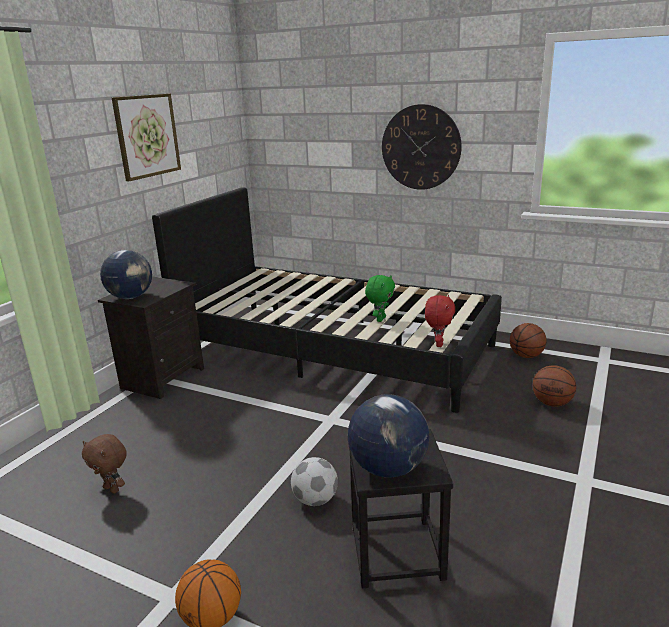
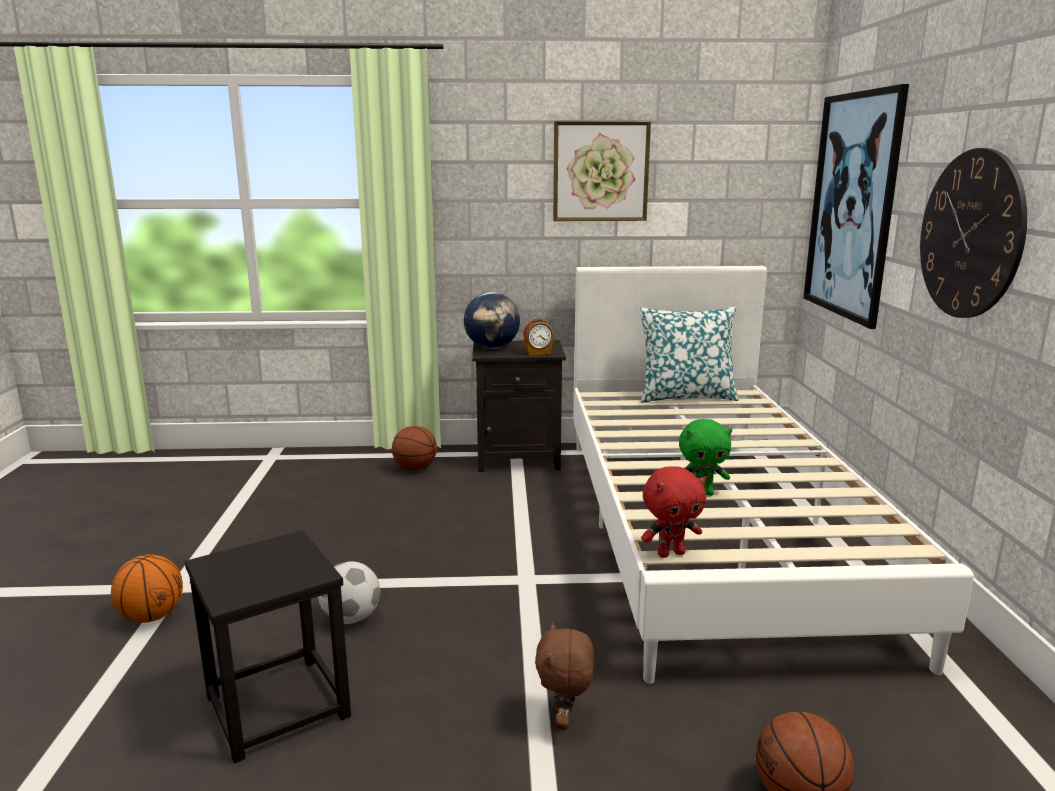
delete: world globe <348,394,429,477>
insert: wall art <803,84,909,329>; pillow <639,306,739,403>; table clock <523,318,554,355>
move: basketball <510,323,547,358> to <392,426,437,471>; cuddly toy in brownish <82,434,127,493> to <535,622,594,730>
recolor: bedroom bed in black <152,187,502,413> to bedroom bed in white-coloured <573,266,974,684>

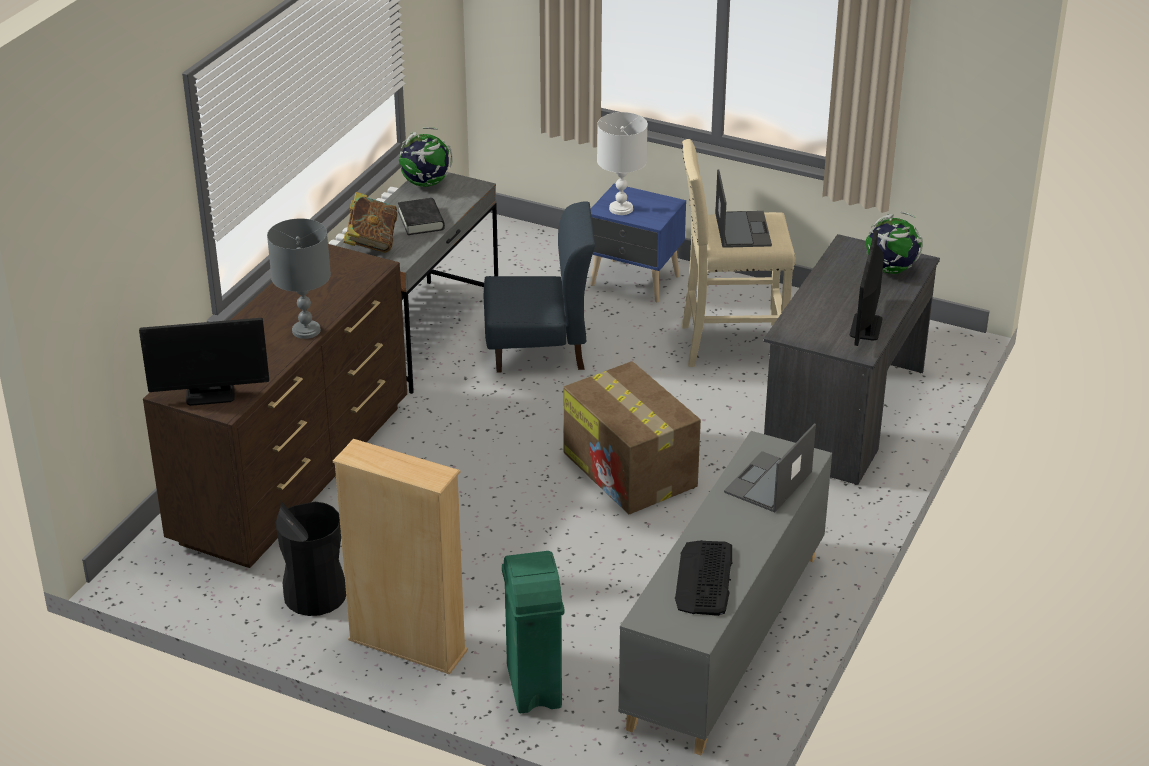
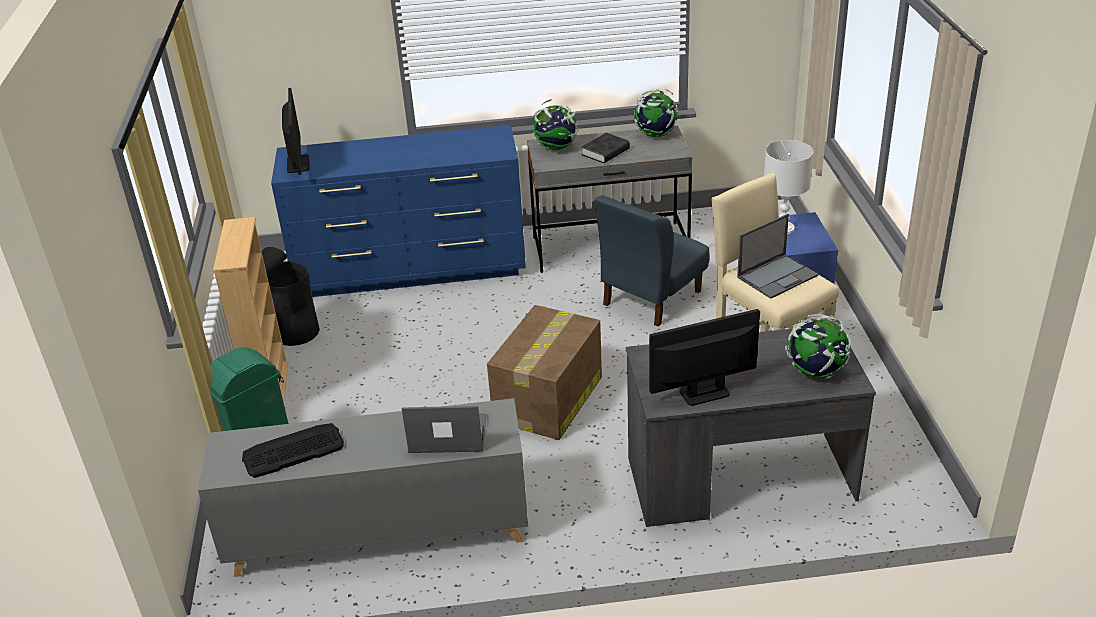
delete: lamp for a table in grey <267,218,331,339>
replace: bound book <343,192,397,253> to world globe <532,99,579,150>
recolor: drawer chest in brownish <143,244,407,568> to drawer chest in blue-coloured <271,125,526,297>
rotate: upright chair in blue-coloured <484,202,595,373> = <594,195,709,327> 75 degrees clockwise; monitor <139,318,269,406> = <282,88,310,175> 150 degrees counterclockwise

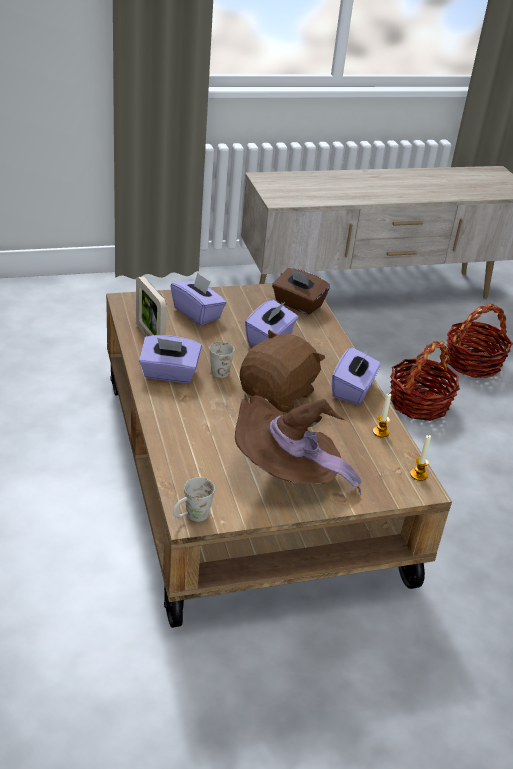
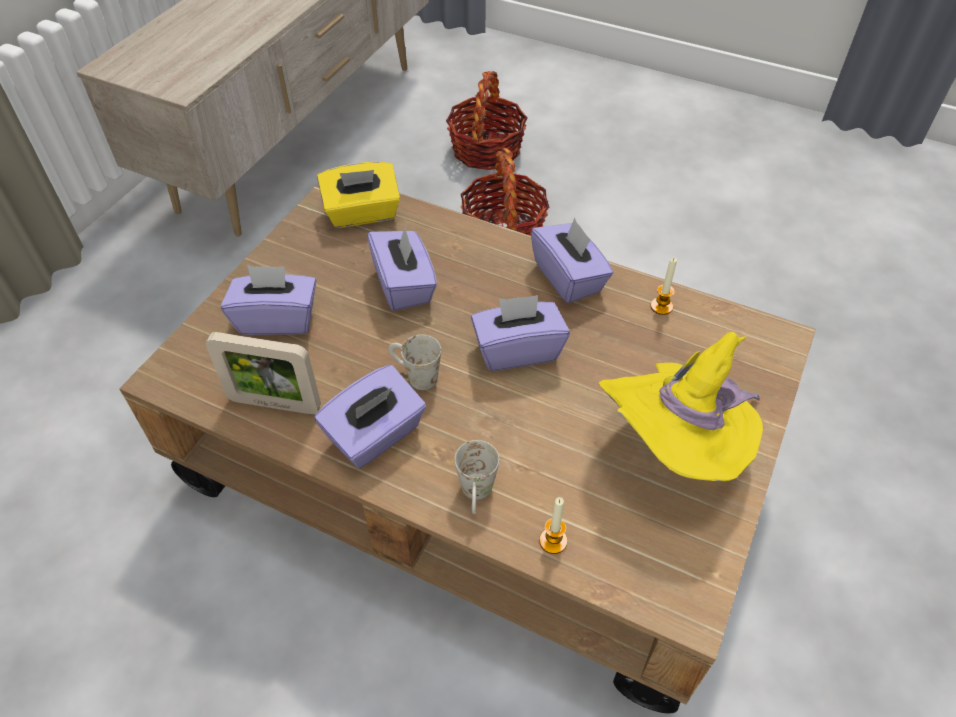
move: wax candle <410,435,431,481> to <539,497,568,554>; coffee mug in white-coloured <173,477,215,522> to <454,440,499,514>
replace: cuddly toy in brownish <240,330,325,413> to tissue box in purplish <471,295,570,371>
recolor: tissue box in brownish <272,268,330,315> to tissue box in yellow-coloured <317,162,400,228>; hat in brownish <235,395,362,495> to hat in yellow-coloured <599,332,763,481>

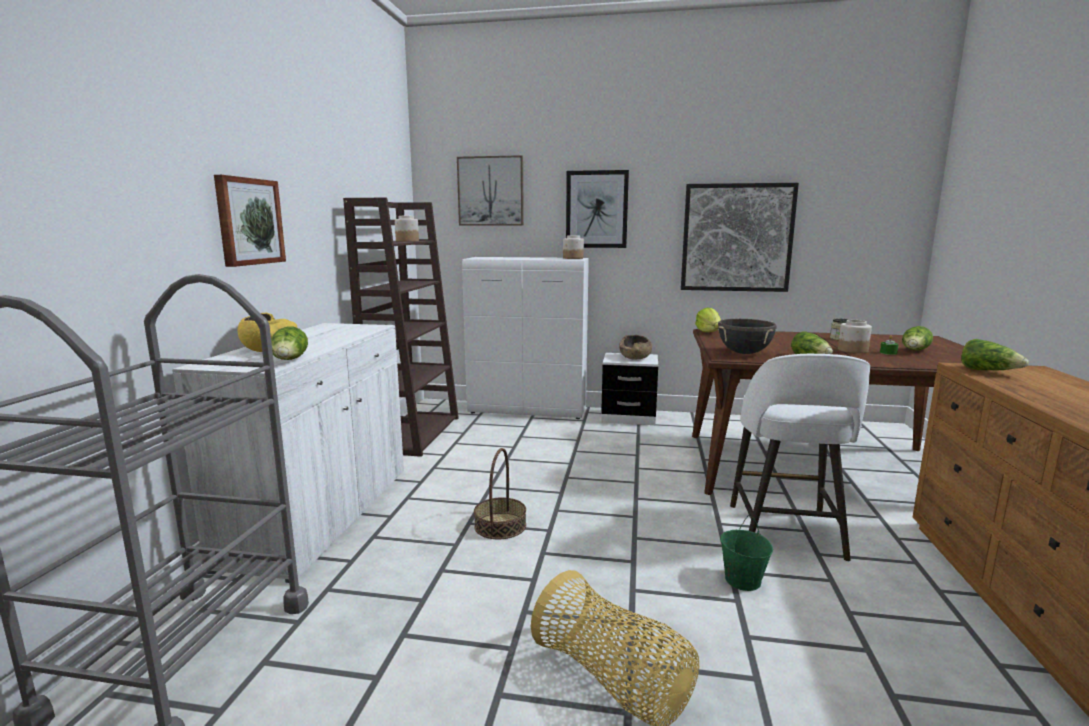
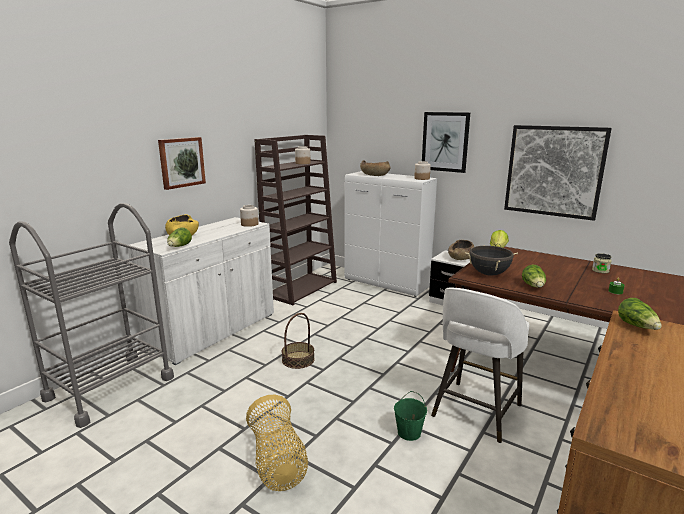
delete: wall art <457,155,524,225>; lettuce head <902,326,933,351>
insert: bowl in brownish <360,160,391,176>
move: preserve jar <838,320,872,353> to <240,205,258,227>

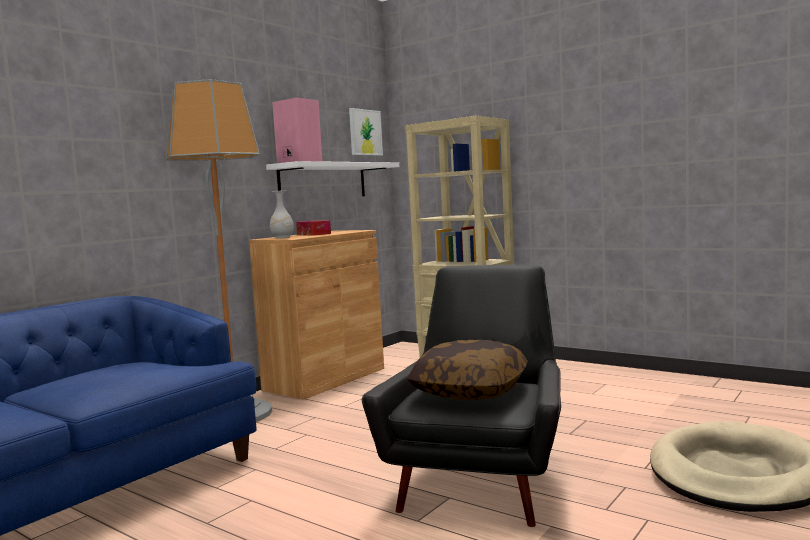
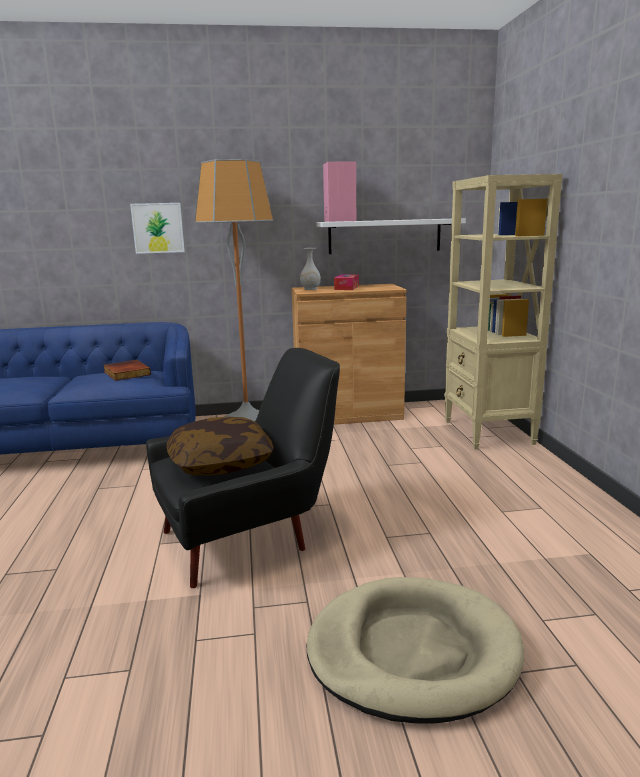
insert: bound book <104,360,151,381>
move: wall art <349,108,383,156> to <130,203,185,254>

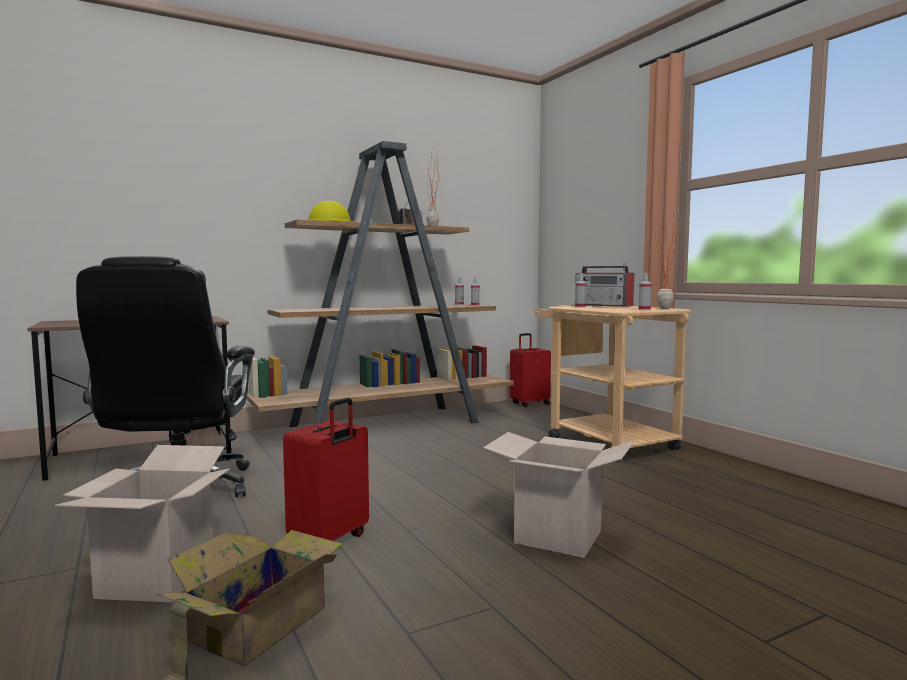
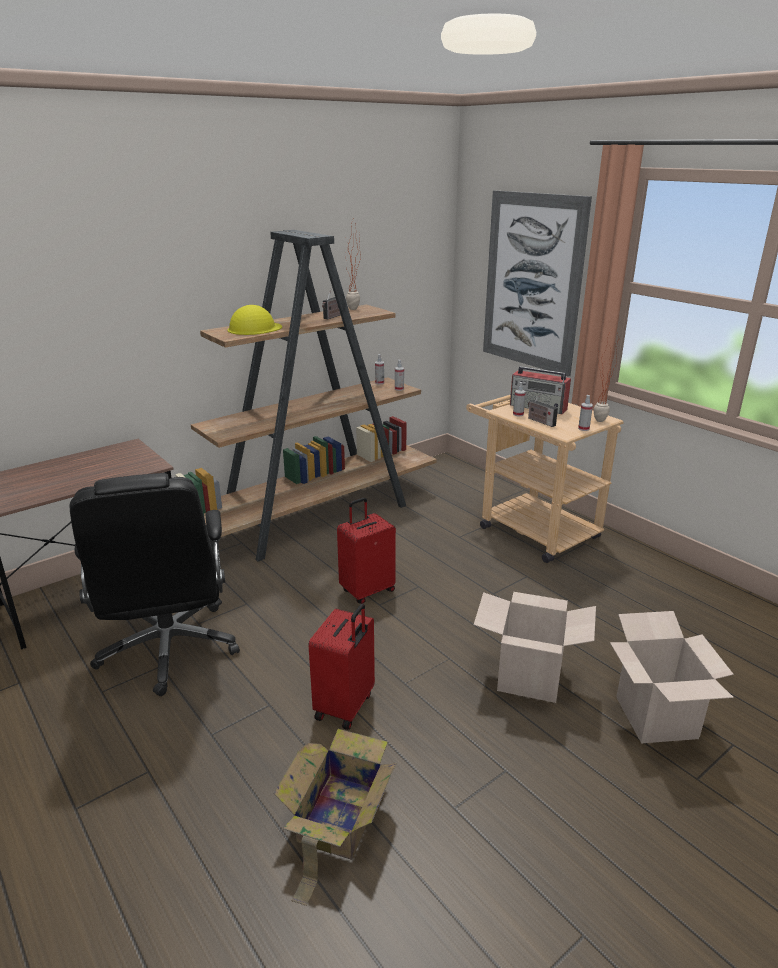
insert: wall art <483,190,592,377>; radio set <528,393,558,427>
move: piece of luggage in red-coloured <510,333,551,407> to <337,498,396,604>; packing box <55,445,230,602> to <610,611,734,743>

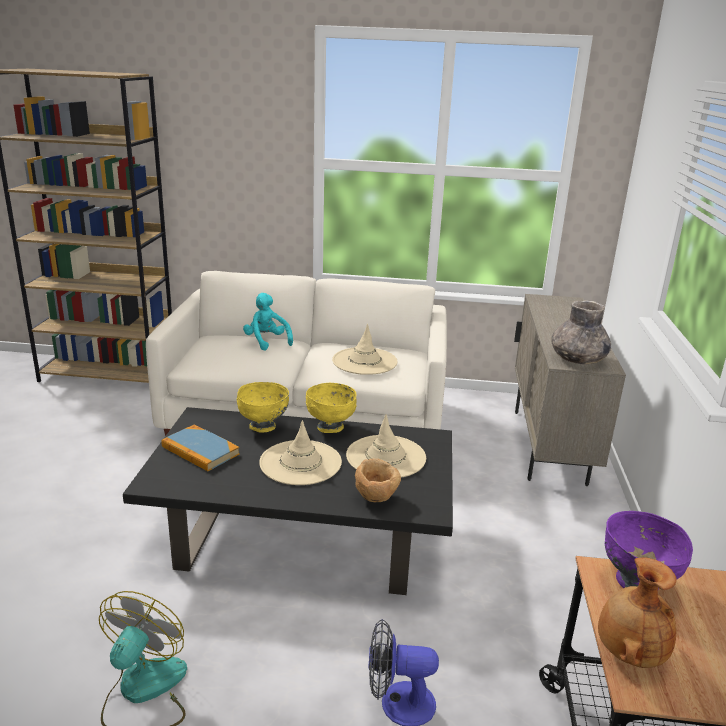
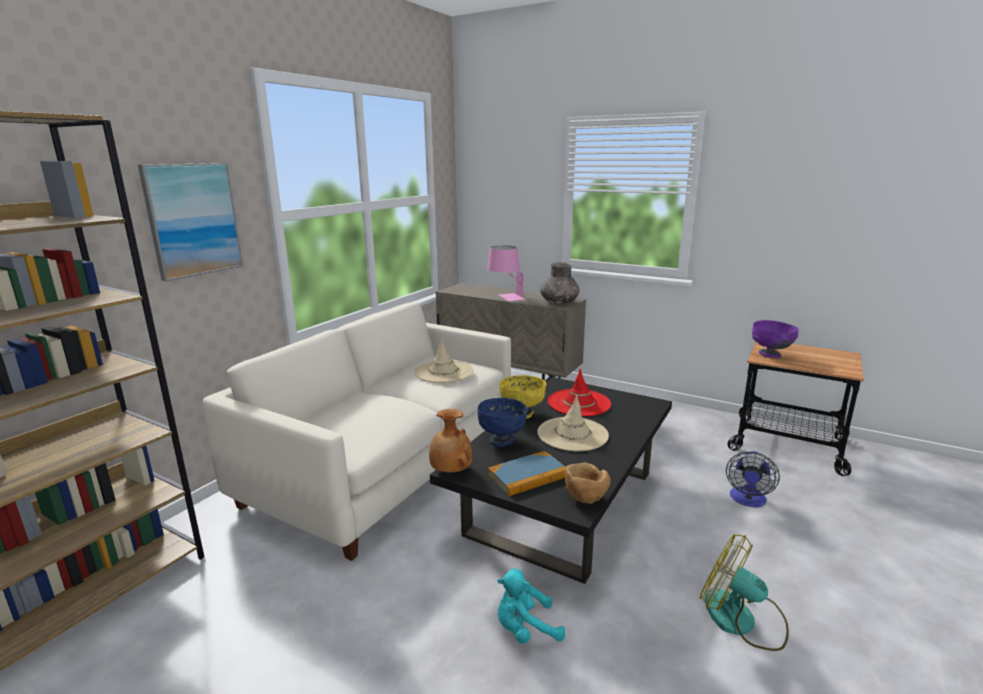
insert: wall art <138,163,243,281>; lamp for a table in pink-coloured <487,245,525,301>
move: cuddly toy in turquoise <243,293,293,351> to <497,568,565,644>; bowl in brownish <355,458,401,502> to <564,462,611,504>; decorative vase in brownish <598,558,677,668> to <429,409,473,473>
recolor: bowl in yellow-coloured <237,382,289,433> to bowl in blue-coloured <478,398,527,447>; hat in beige <346,414,426,478> to hat in red-coloured <548,368,611,416>

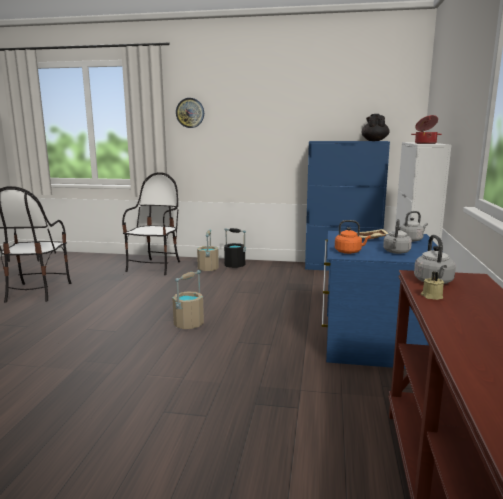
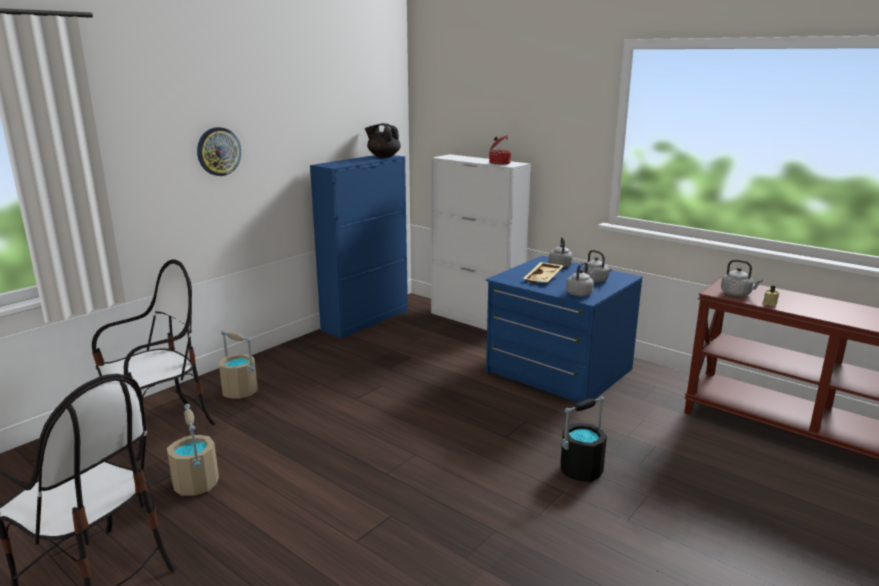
move: clock on the wall <176,98,204,128> to <197,127,241,176>; water bucket in black <224,228,246,268> to <560,396,607,482>; water bucket in beige <172,270,204,329> to <167,404,219,496>
recolor: water kettle in orange-coloured <335,220,371,254> to water kettle in grey <566,262,594,296>
rotate: upright chair <122,172,180,275> = <92,259,216,461> 90 degrees clockwise

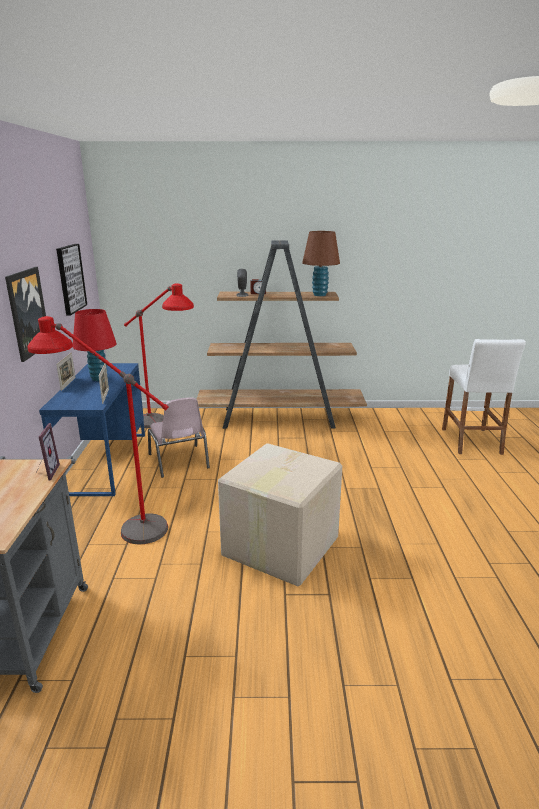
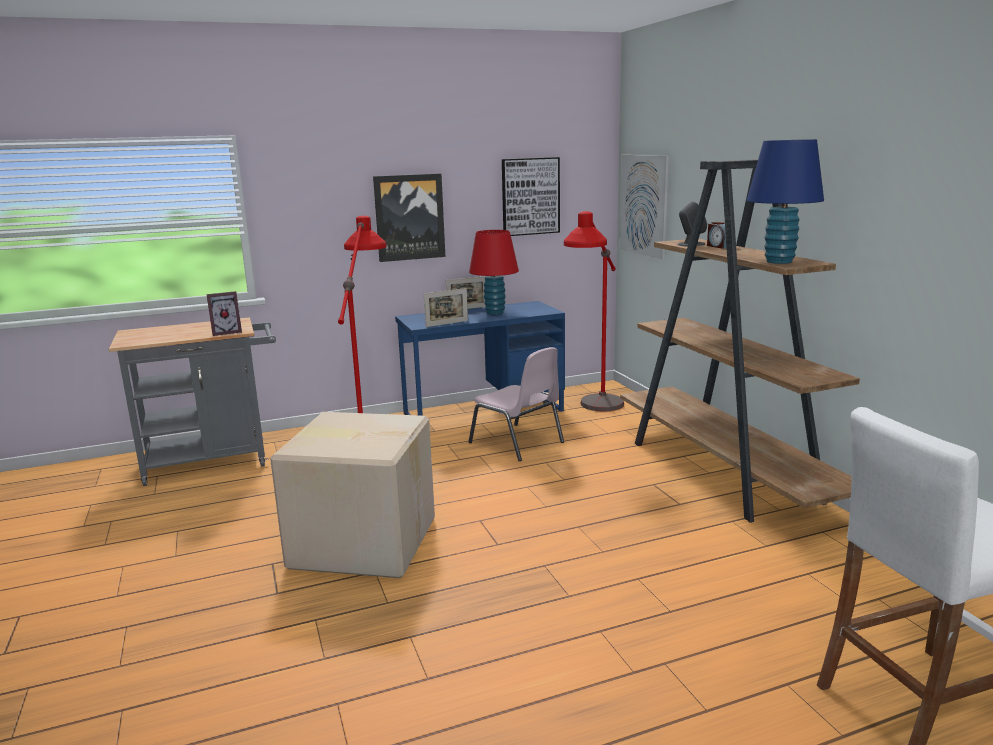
insert: wall art <619,155,669,259>
recolor: lamp for a table in brownish <302,231,340,296> to lamp for a table in blue-coloured <747,139,824,264>
rotate: upright chair in pink-coloured <148,397,210,478> = <468,347,564,461> 90 degrees counterclockwise

